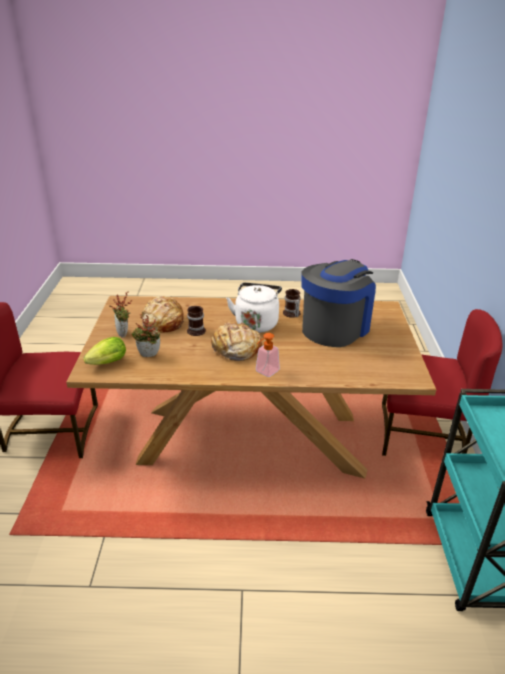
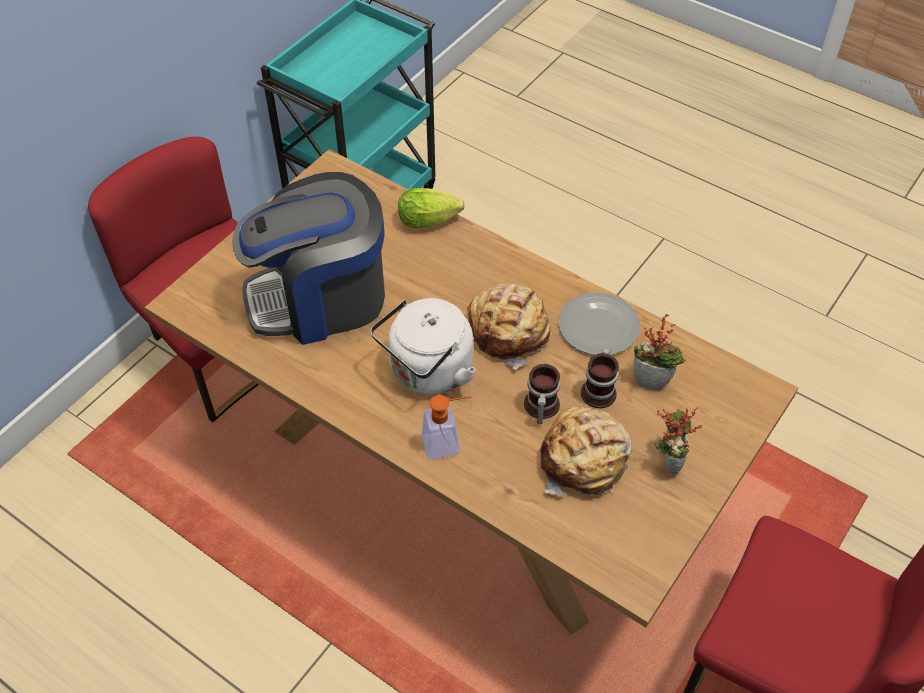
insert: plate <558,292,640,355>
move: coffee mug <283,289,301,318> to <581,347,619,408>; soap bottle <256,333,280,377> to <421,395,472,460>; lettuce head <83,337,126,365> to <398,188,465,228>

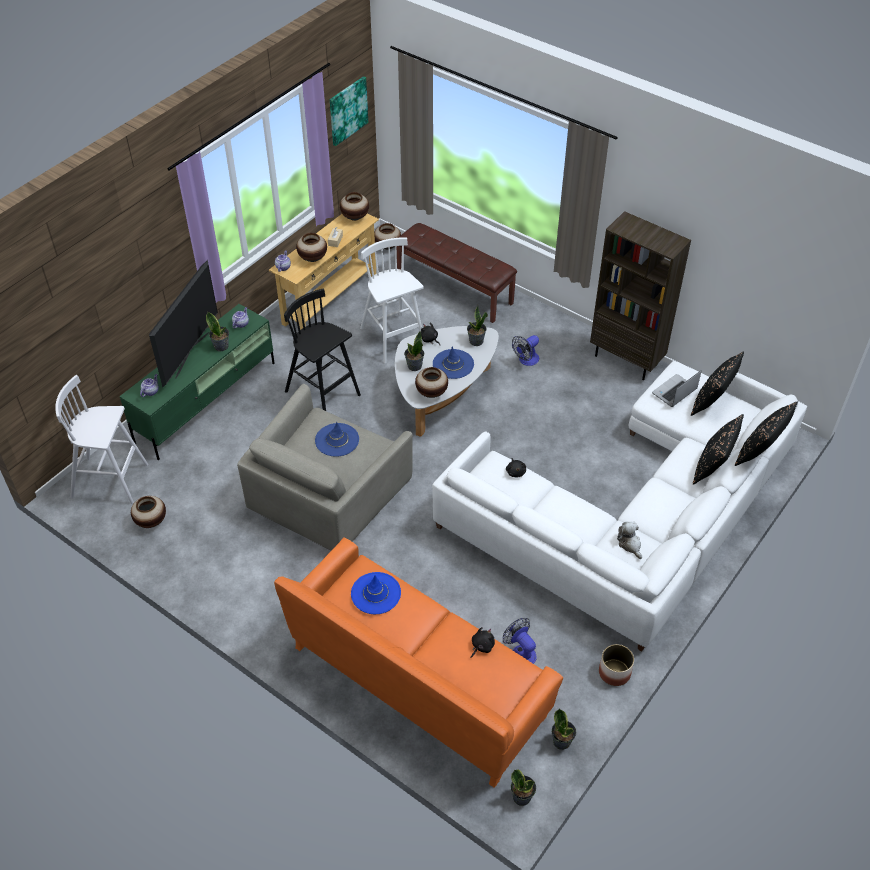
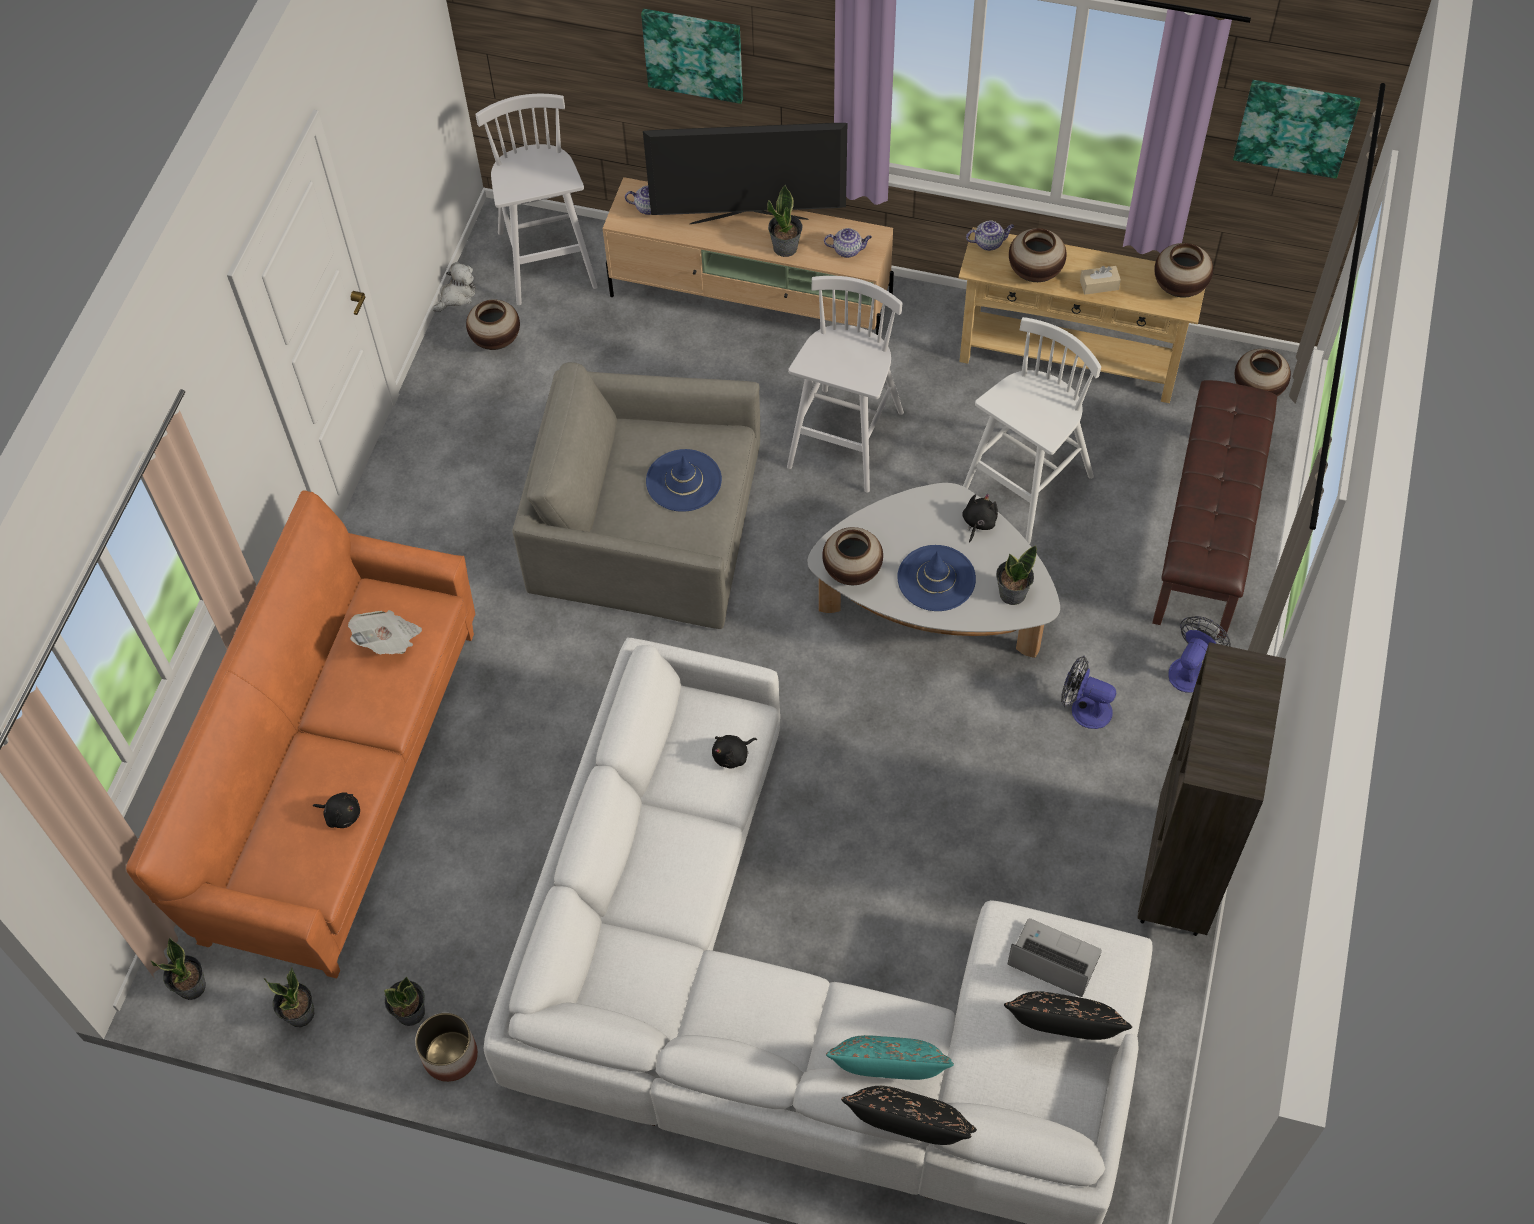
insert: wall art <641,9,743,104>
move: houseplant <404,331,424,371> to <384,976,425,1026>; cuddly toy <617,521,642,559> to <433,262,476,312>; cooling fan <503,618,537,664> to <1168,616,1231,693>
replace: hat in blue-coloured <351,572,401,614> to daily paper <348,610,422,654>
recolor: sitting stool in black <284,289,361,411> to sitting stool in white-coloured <787,276,904,493>; media console in green-coloured <120,304,275,460> to media console in beige <602,177,894,335>; pillow in black <693,414,744,485> to pillow in turquoise <826,1035,954,1080>

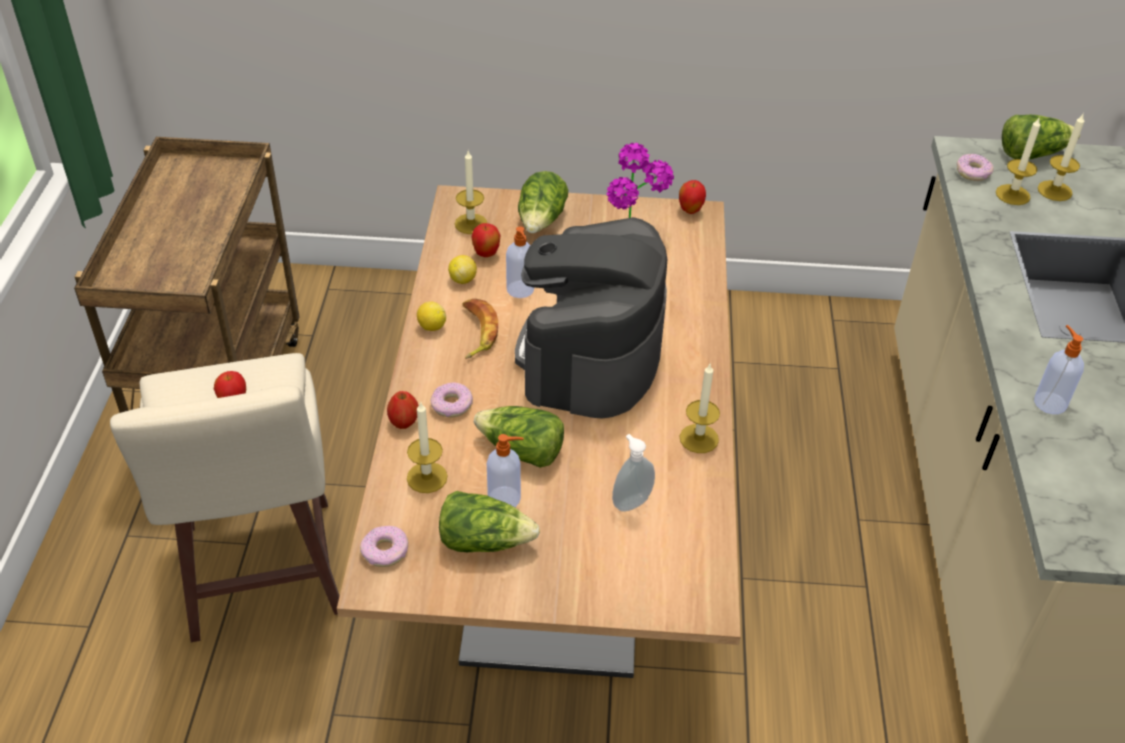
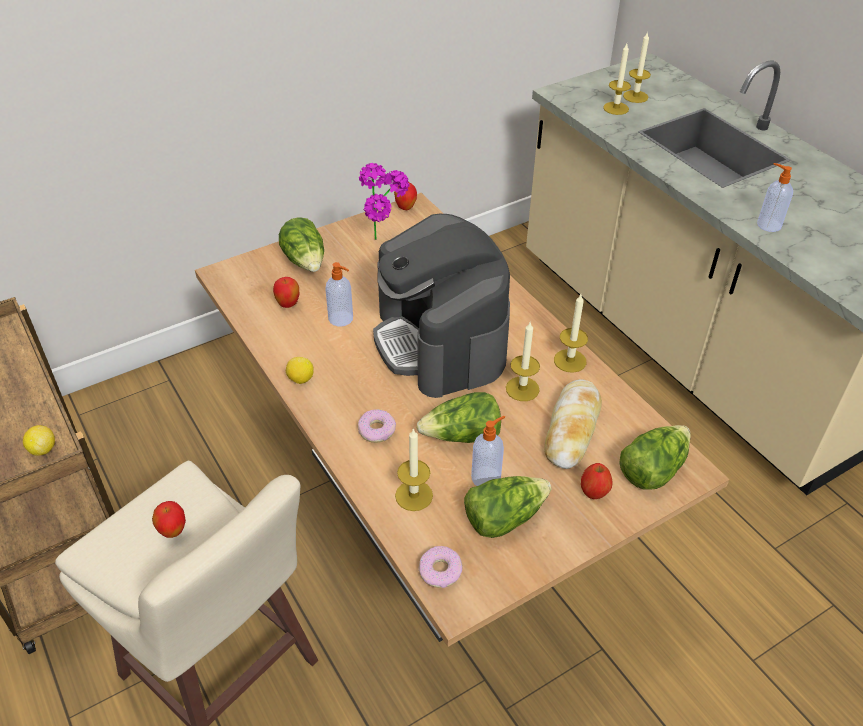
delete: ring doughnut <957,154,994,181>; whole banana <462,299,498,359>
move: lettuce head <1002,115,1080,159> to <619,425,690,490>; wax candle <455,151,487,234> to <506,322,540,401>; whole lemon <448,255,477,284> to <23,425,55,456>; apple fruit <387,391,419,429> to <581,463,613,499>
replace: soap bottle <612,434,655,512> to bread <544,379,602,469>

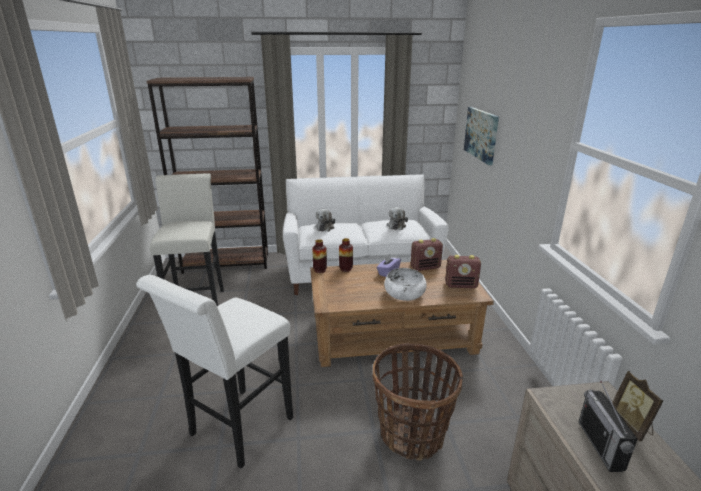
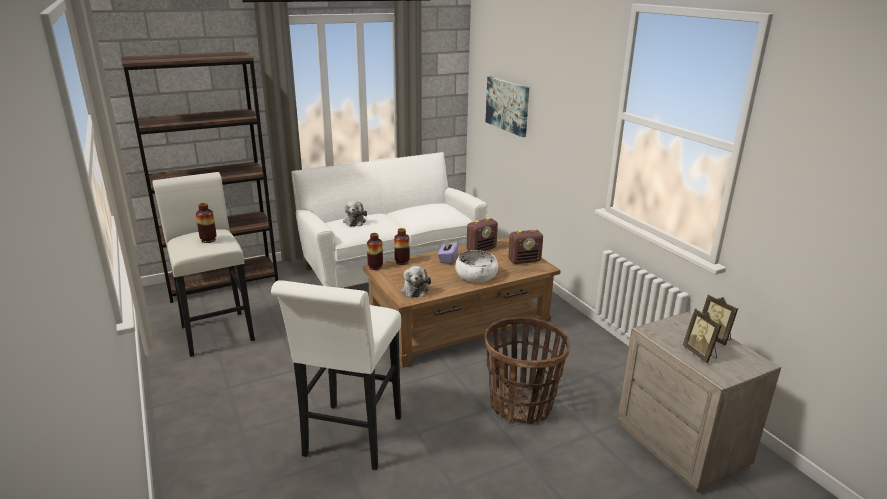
insert: decorative vase <196,203,217,243>
move: cuddly toy <387,207,408,230> to <401,266,431,298>
replace: radio set <579,381,637,472> to standing frame <683,308,722,363>

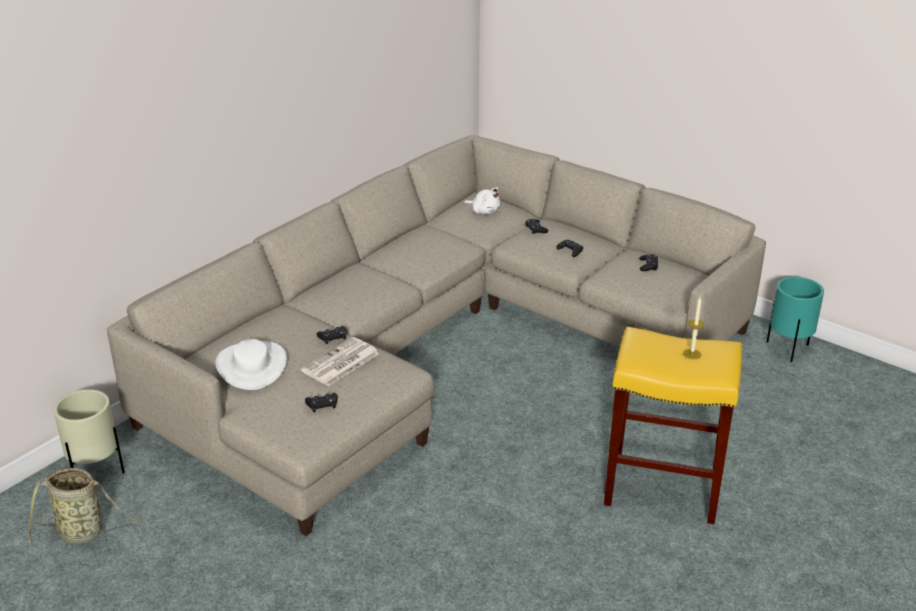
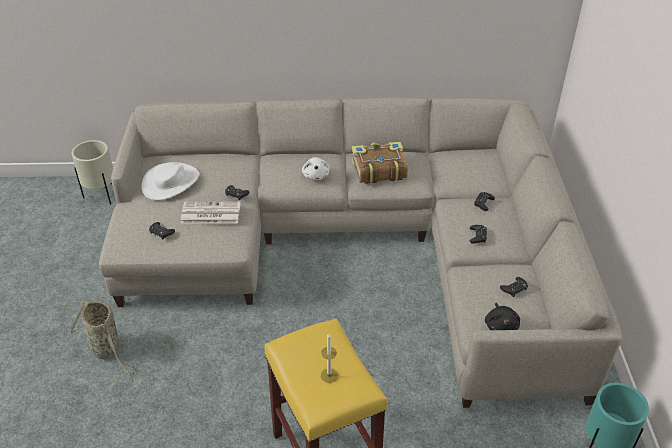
insert: bound book <352,141,408,184>; cuddly toy in black <485,303,520,330>
move: cuddly toy in white-coloured <464,187,501,214> to <302,157,330,180>; household basket <29,468,150,544> to <69,301,135,376>

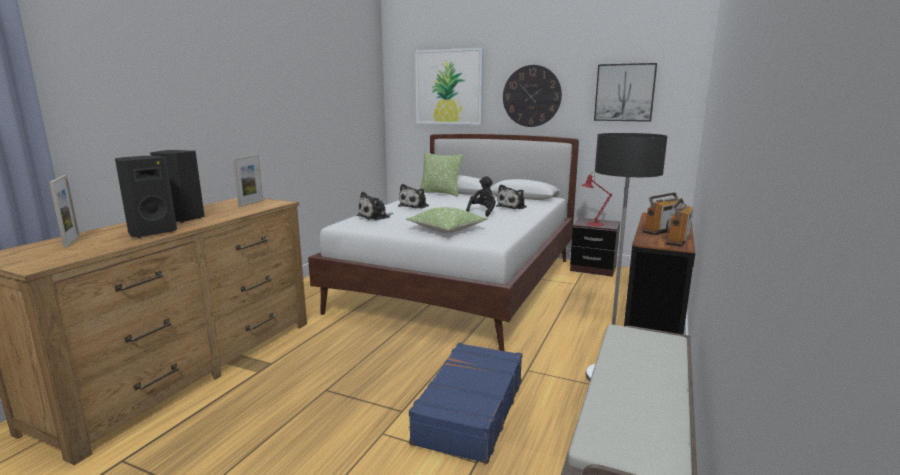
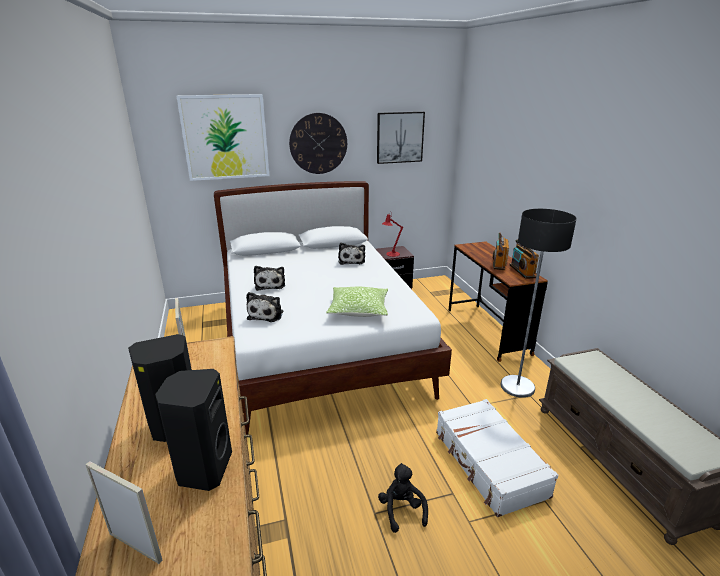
delete: pillow <420,153,463,196>
move: cuddly toy in black <466,176,496,217> to <378,463,428,533>
recolor: piece of luggage in blue-coloured <409,343,522,464> to piece of luggage in white-coloured <436,399,559,517>

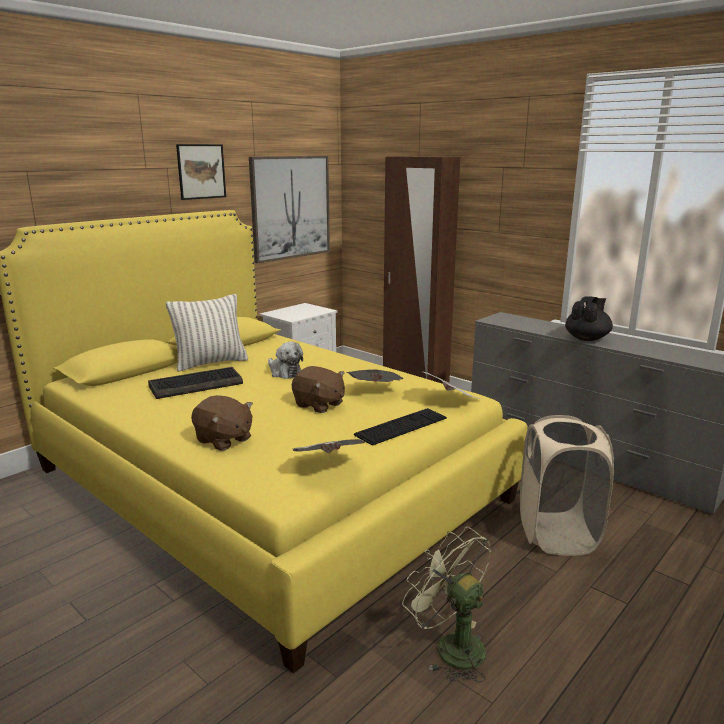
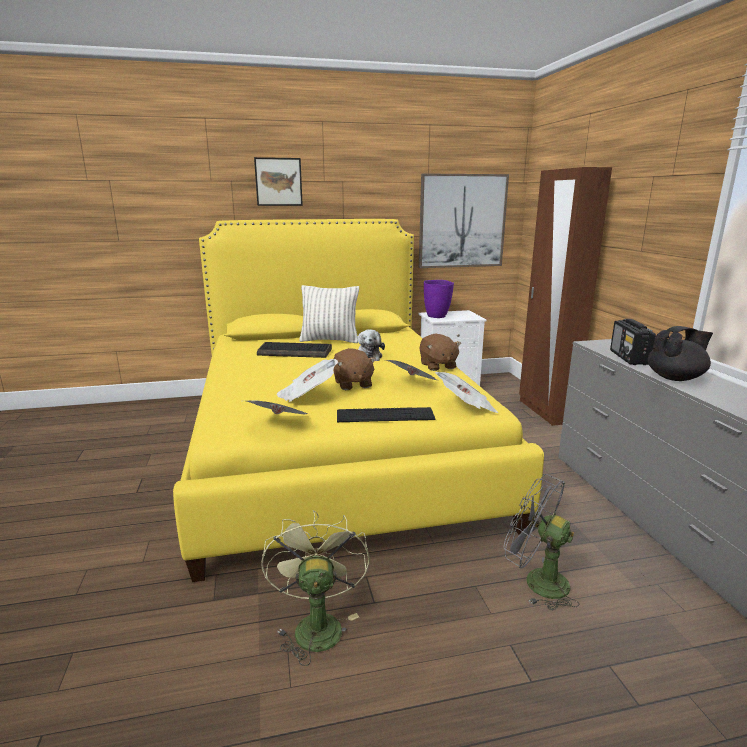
insert: decorative vase in purplish <424,280,454,318>; radio set <610,319,656,365>; daily paper <277,359,338,402>
move: wall art <176,144,226,200> to <254,157,303,206>; cuddly toy in brownish <191,395,253,451> to <419,334,461,371>
replace: laundry basket in beige <520,415,614,556> to cooling fan in grey <504,474,579,610>

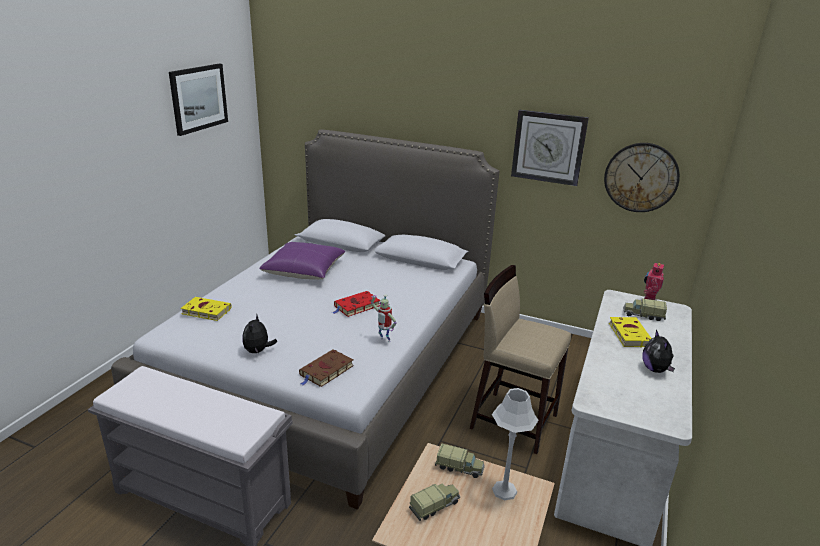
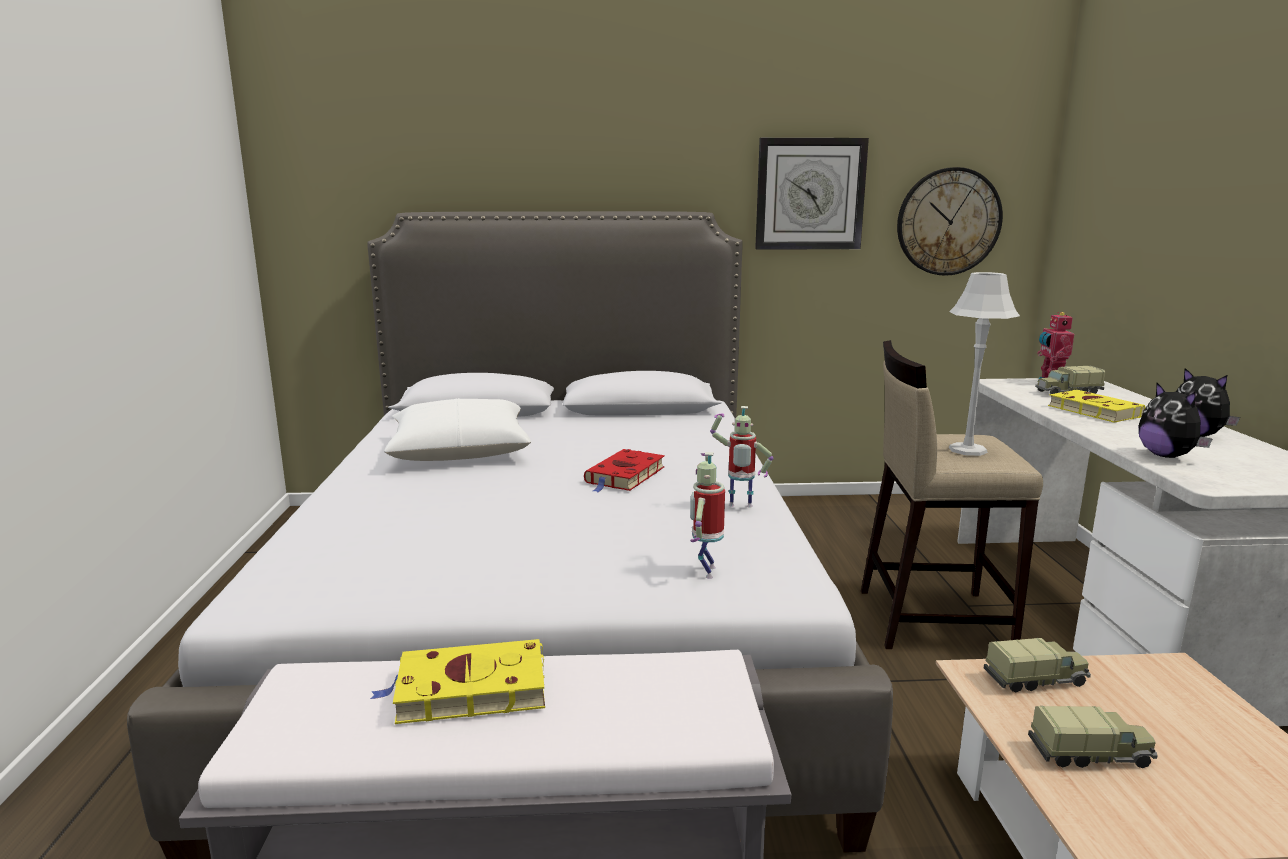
delete: wall art <169,63,228,136>
move: bound book in yellow-coloured <181,297,231,321> to <370,639,545,724>; cuddly toy <242,314,277,354> to <1139,383,1212,458>; lamp for a table in grey <492,388,538,501> to <948,272,1020,456>
replace: bound book in brownish <299,349,354,387> to model robot <690,452,725,579>
recolor: pillow in purplish <259,242,345,280> to pillow in white-coloured <384,398,531,461>
rotate: model truck <409,483,460,521> = <1028,706,1158,768> 60 degrees clockwise

